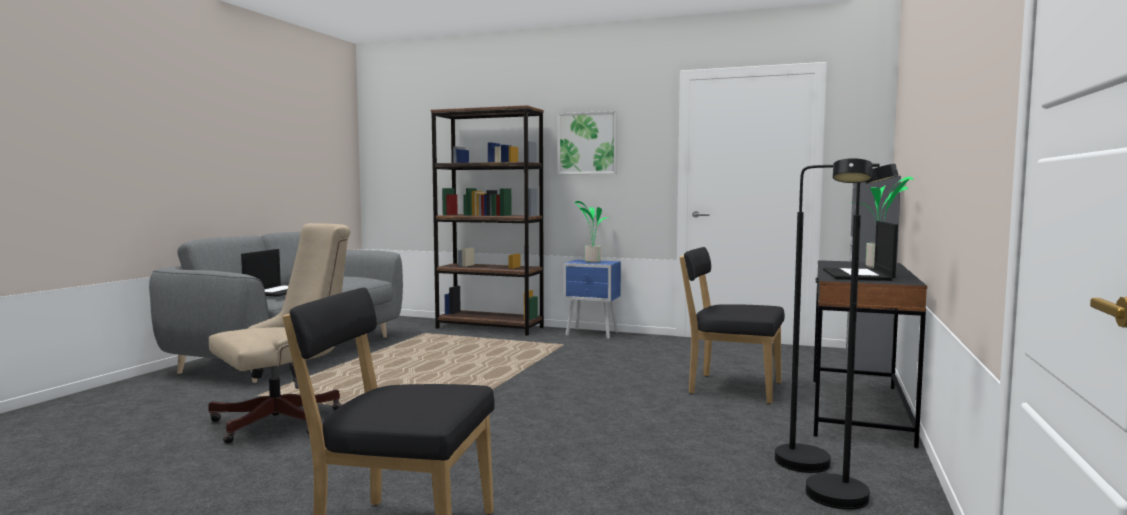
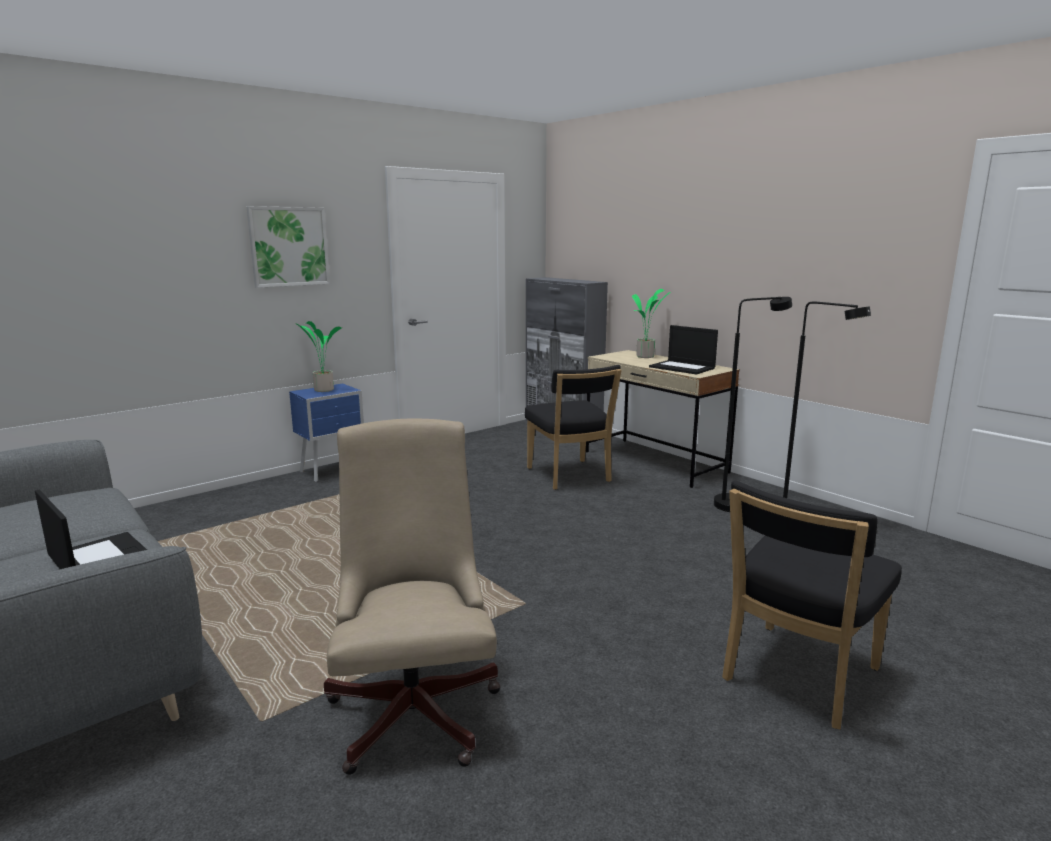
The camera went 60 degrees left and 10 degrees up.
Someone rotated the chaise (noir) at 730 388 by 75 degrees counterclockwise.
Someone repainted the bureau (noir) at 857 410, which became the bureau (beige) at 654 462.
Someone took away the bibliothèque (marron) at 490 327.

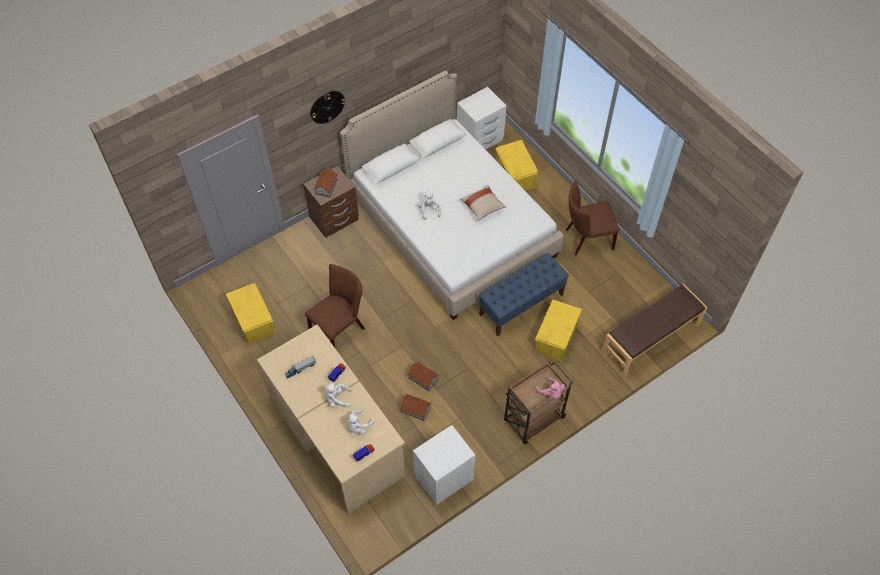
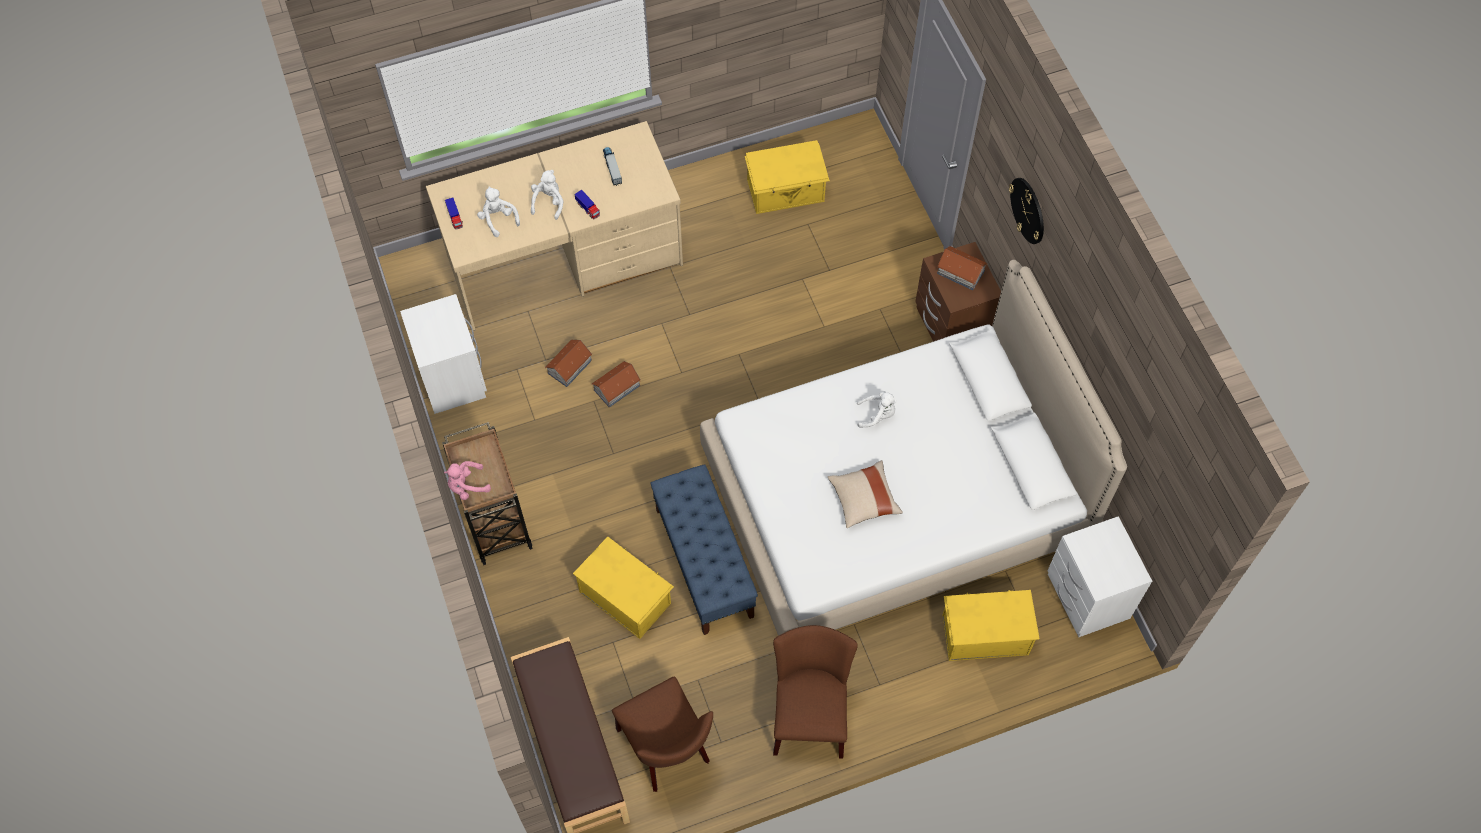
The camera went 105 degrees right and 5 degrees up.
Someone carried the chaise (marron) from 340 328 to 667 749.

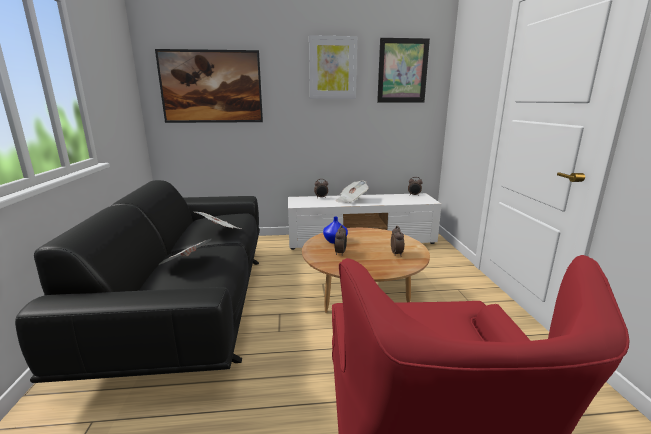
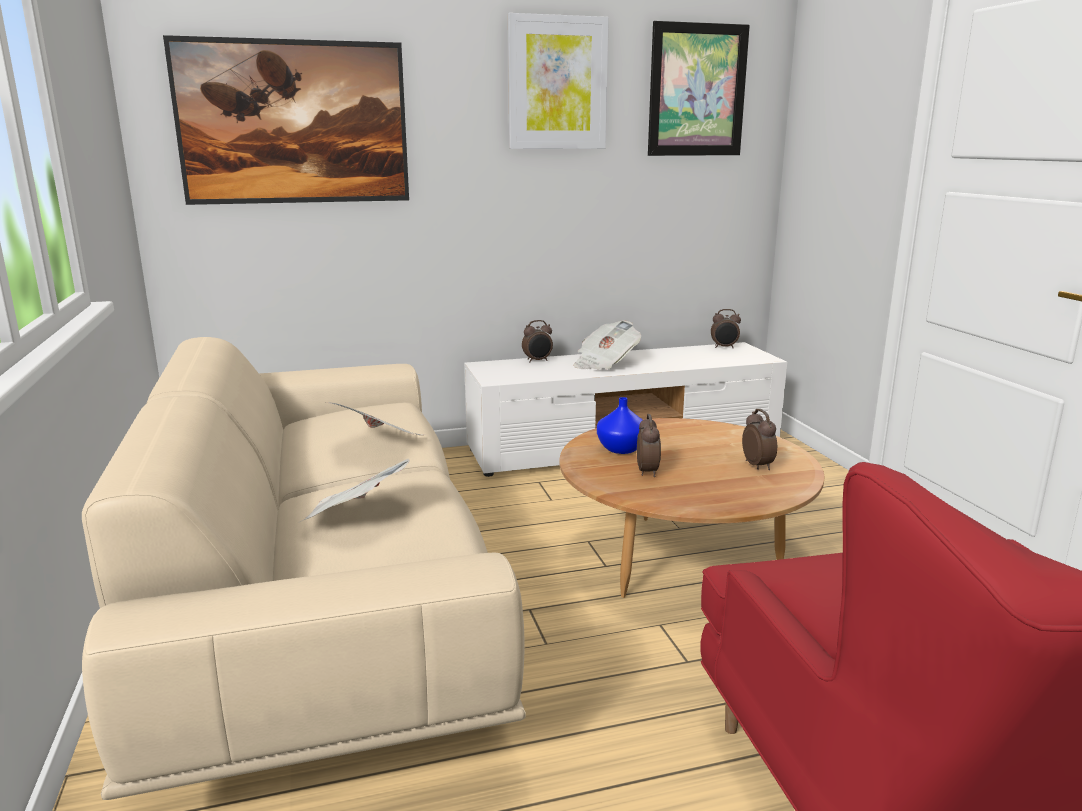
The camera went 10 degrees left and 0 degrees up.
Someone repainted the canapé (noir) at 191 303, which became the canapé (beige) at 324 607.

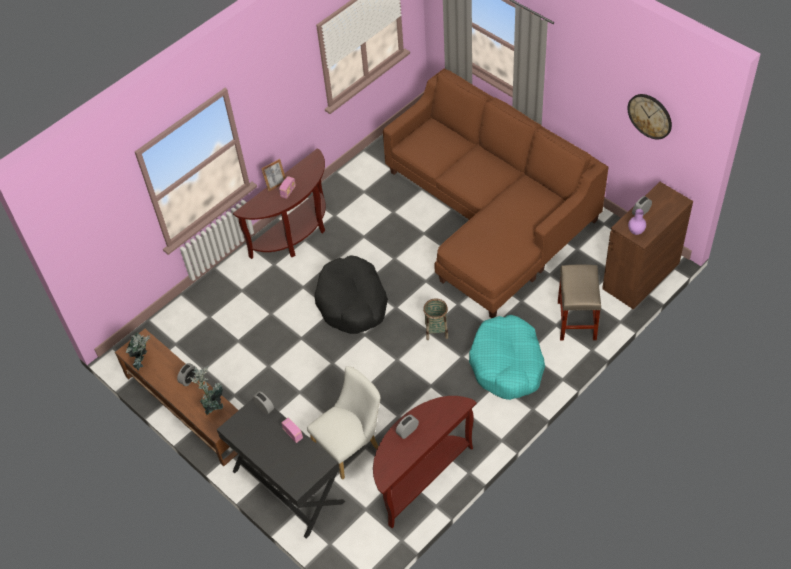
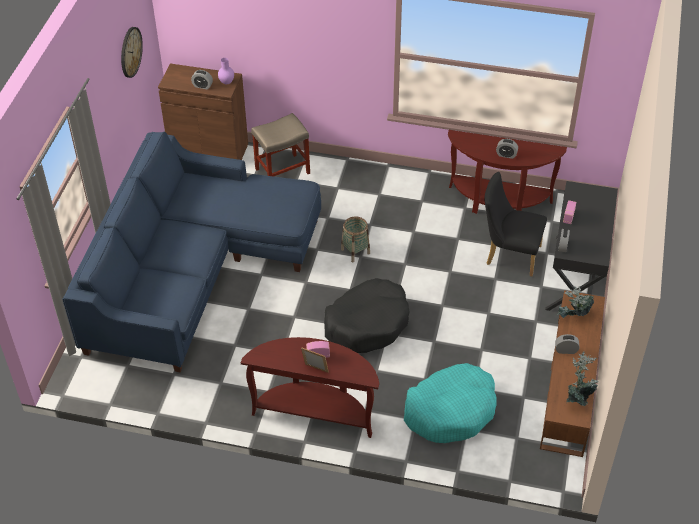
The camera went 125 degrees left and 5 degrees down.
Someone repainted the canapé (marron) at 489 214, which became the canapé (bleu) at 194 271.
Someone carried the panier pour chien (turquoise) from 507 364 to 450 410.
Someone repainted the chaise (blanc) at 350 446, which became the chaise (noir) at 509 255.

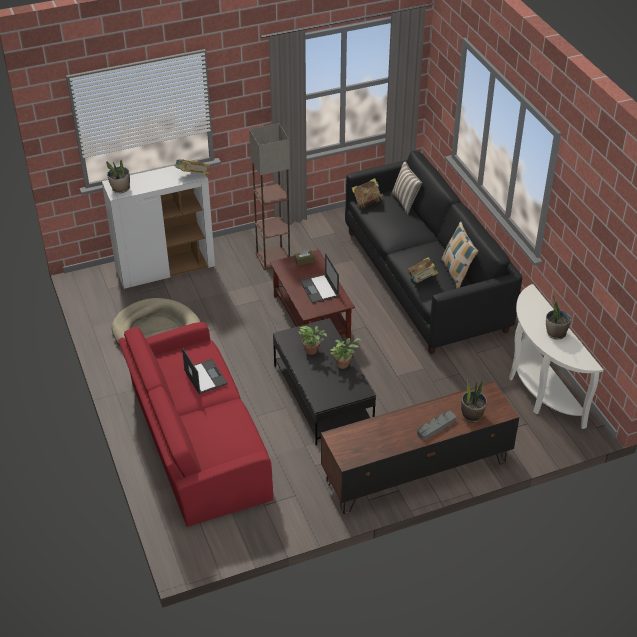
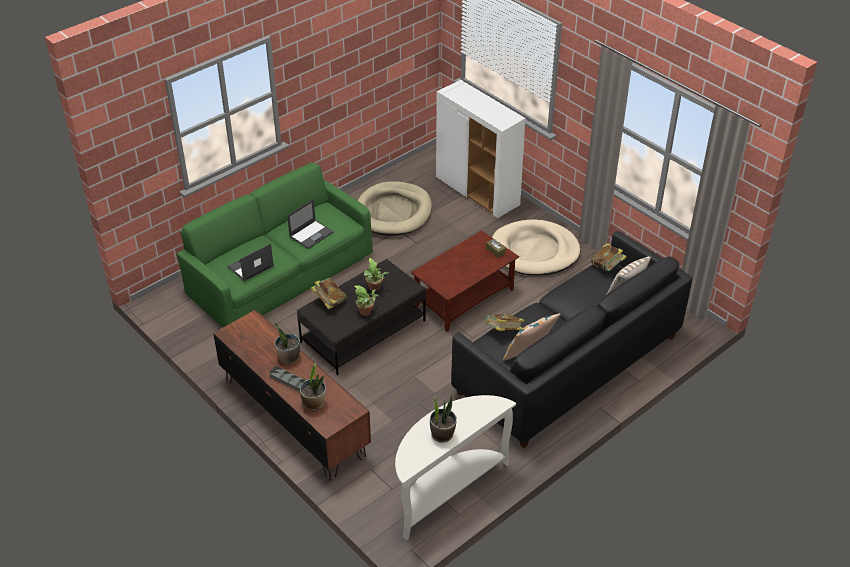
The camera went 70 degrees right and 0 degrees up.
Someone repainted the canapé (rouge) at 196 439, which became the canapé (vert) at 279 270.
Someone carried the ordinateur portable from 319 289 to 250 266.
Someone carried the plante en pot from 120 189 to 289 357.
Someone carried the livre from 192 176 to 329 301.
Someone swapped the lampadaire at 273 258 for the panier pour chien (beige) at 535 251.

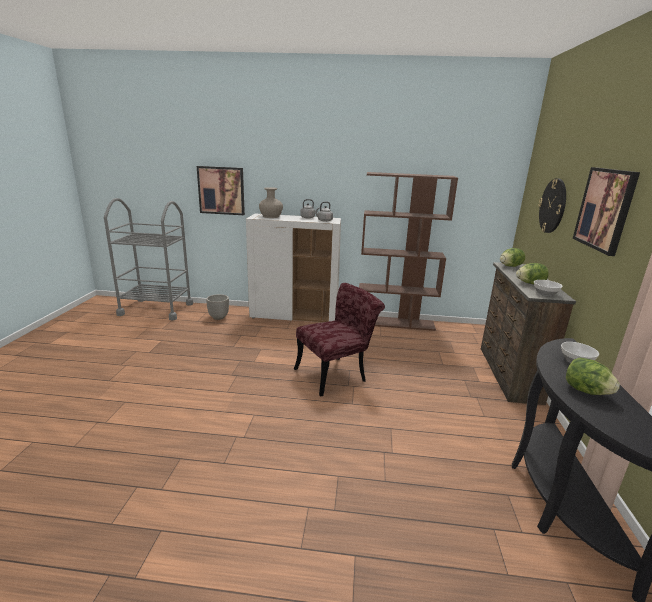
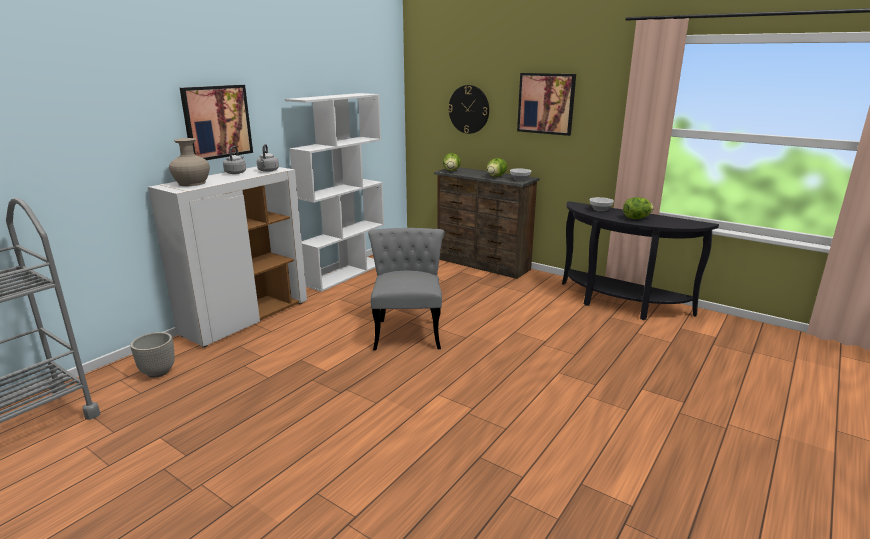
The camera went 60 degrees left and 0 degrees up.
Someone carried the tableau from 221 190 to 217 122.
Someone repainted the bibliothèque (marron) at 395 323, which became the bibliothèque (blanc) at 345 273.
Someone repainted the chaise (rouge) at 336 373, which became the chaise (gris) at 408 330.

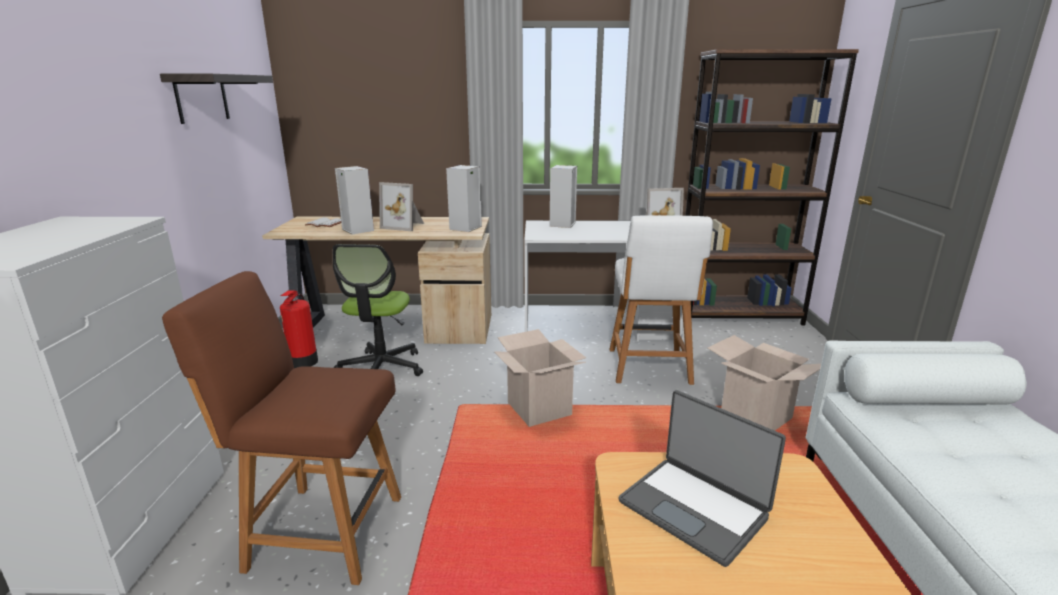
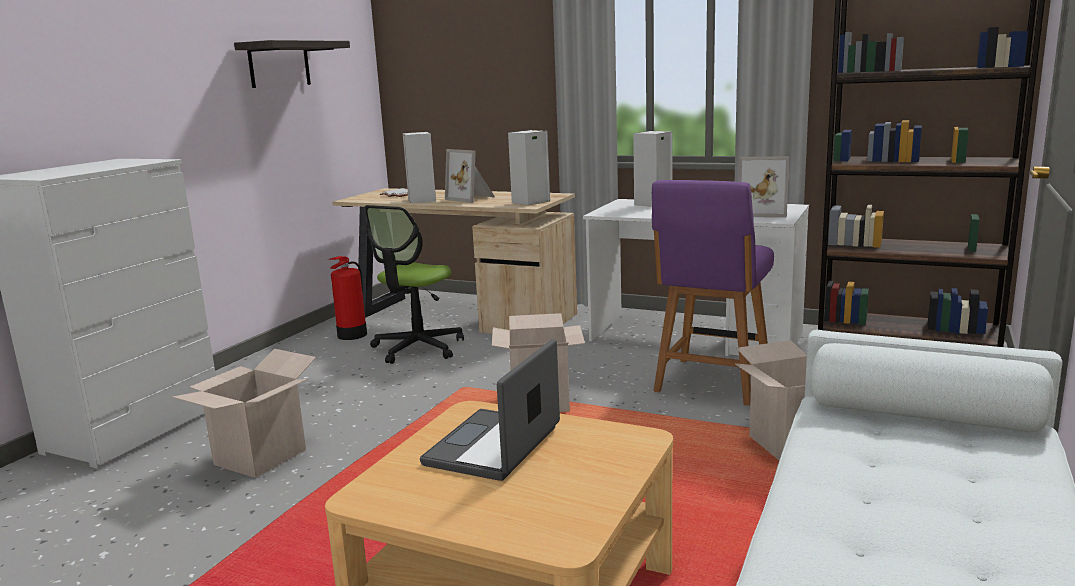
The camera went 25 degrees right and 5 degrees down.
Someone swapped the chaise (marron) at 321 531 for the carton at 260 457.
Someone rotated the ordinateur portable at 694 508 by 45 degrees clockwise.
Someone repainted the chaise (blanc) at 649 368, which became the chaise (violet) at 711 383.

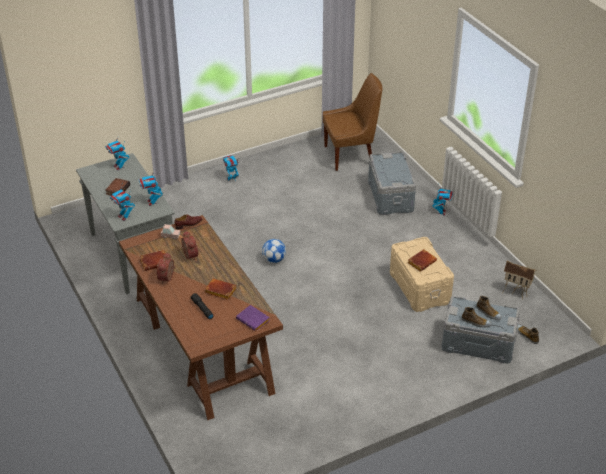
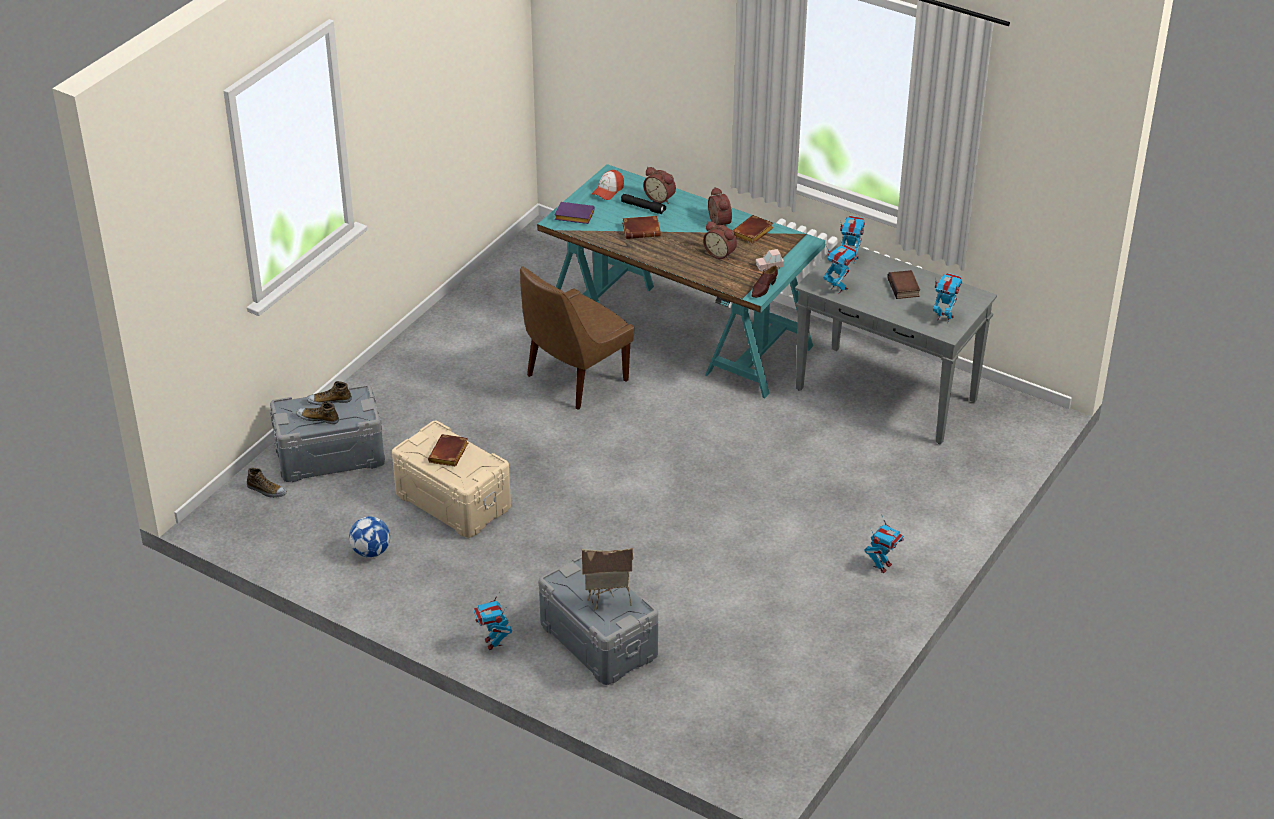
The camera went 150 degrees right and 0 degrees up.
Someone carried the ballon de foot from 274 259 to 371 552.
Someone carried the chaise (marron) from 351 155 to 574 379.
Someone repainted the bureau (marron) at 201 345, which became the bureau (turquoise) at 679 329.
Someone carried the maison miniature from 516 292 to 608 602.
Someone put down the casquette at 608 191.
Someone put down the réveil at 660 198.

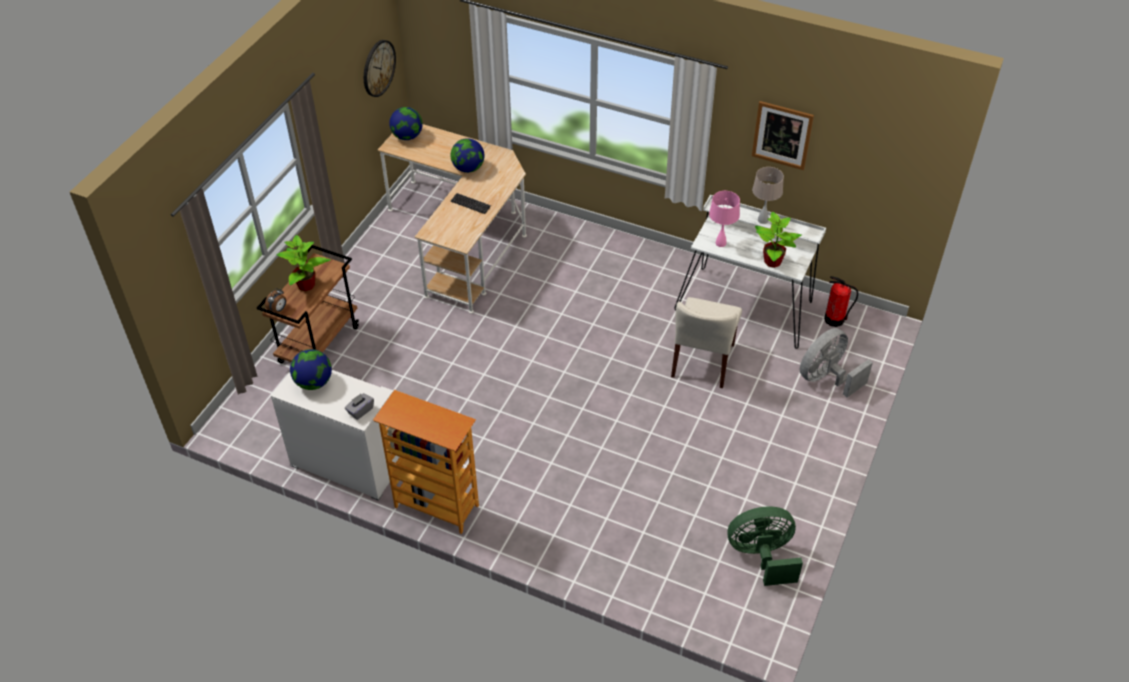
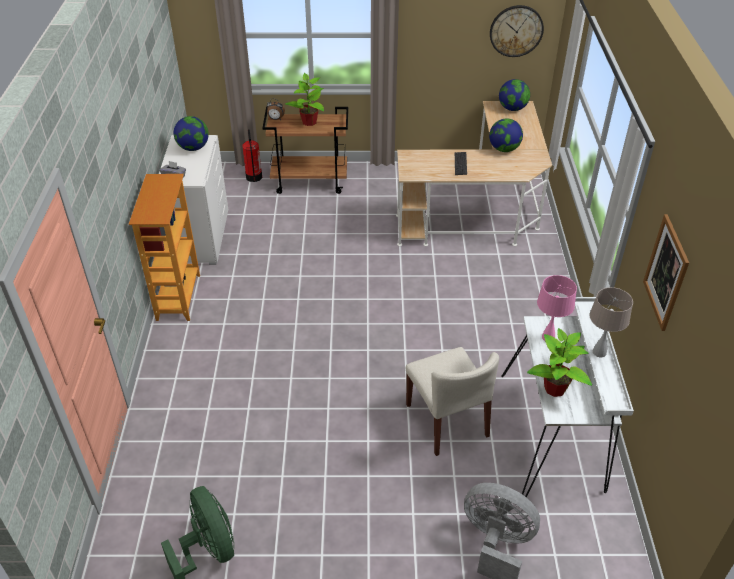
The camera went 65 degrees right and 5 degrees down.
Someone carried the extincteur from 834 319 to 254 177.
Someone rotated the chaise (beige) at 703 361 by 105 degrees counterclockwise.

